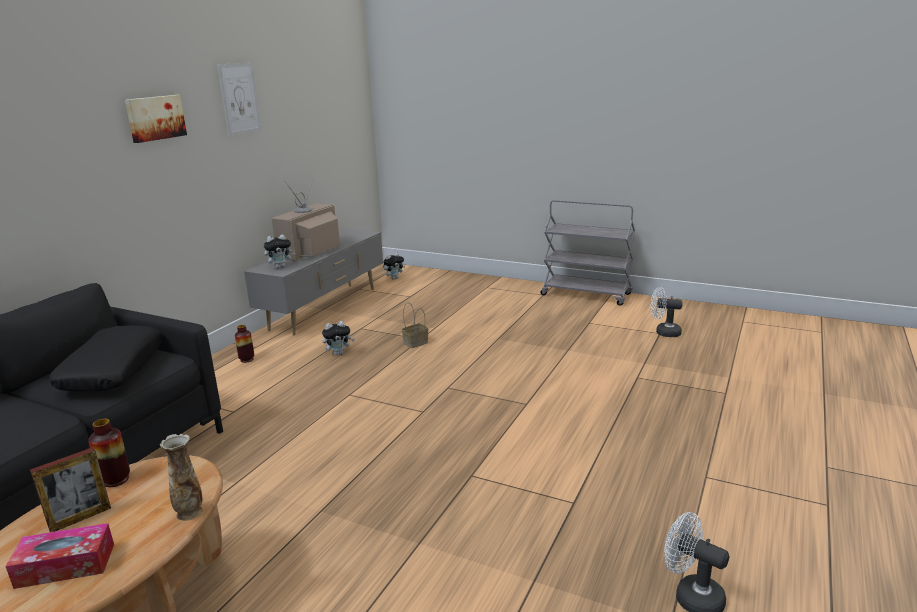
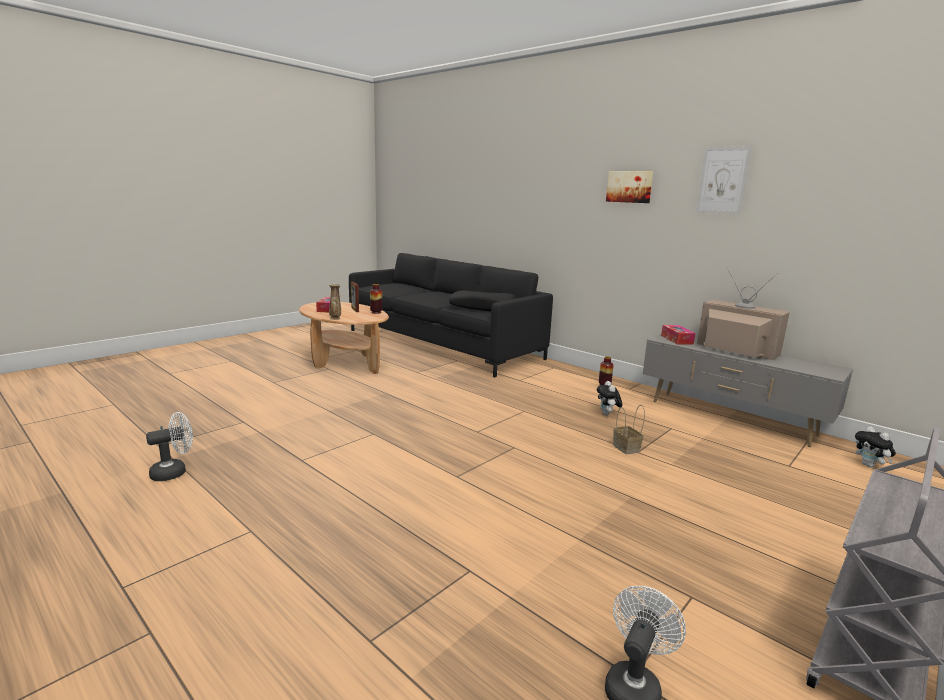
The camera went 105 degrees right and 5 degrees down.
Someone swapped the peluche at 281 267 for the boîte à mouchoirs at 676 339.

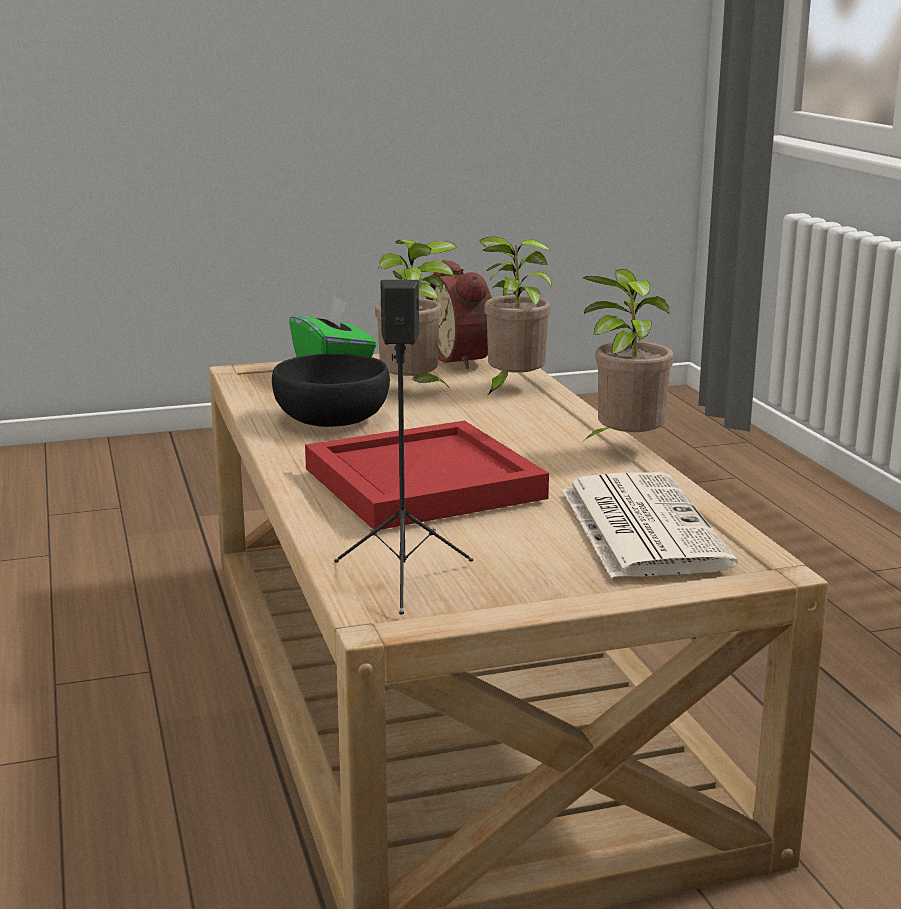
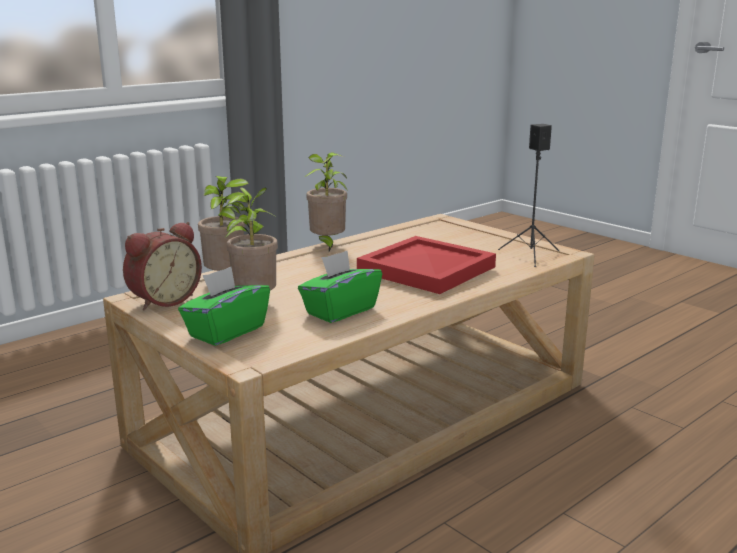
The camera went 115 degrees left and 0 degrees up.
Someone swapped the bol (noir) at 330 419 for the boîte à mouchoirs (vert) at 340 311.
Someone took away the journal at 639 526.

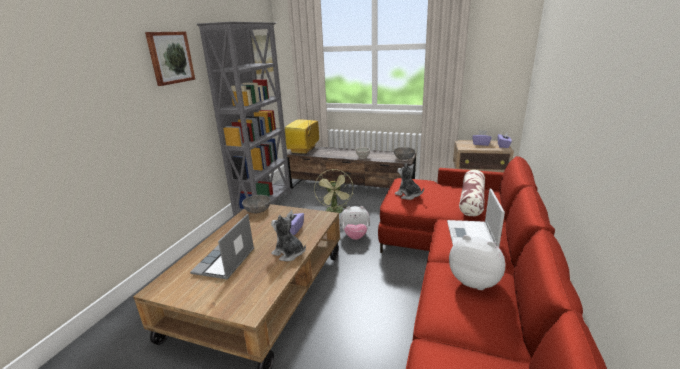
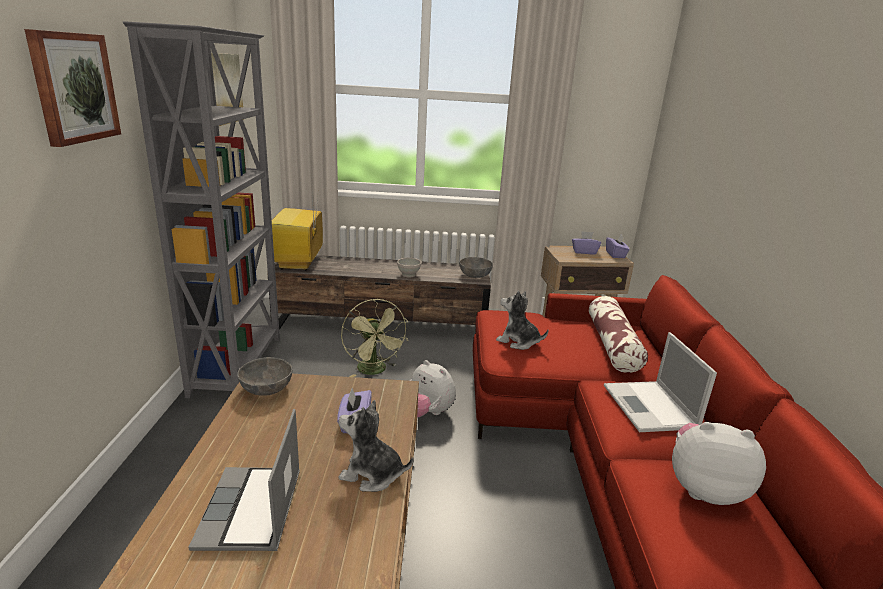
The camera went 20 degrees left and 0 degrees up.
Someone rotated the peluche at 355 236 by 60 degrees clockwise.

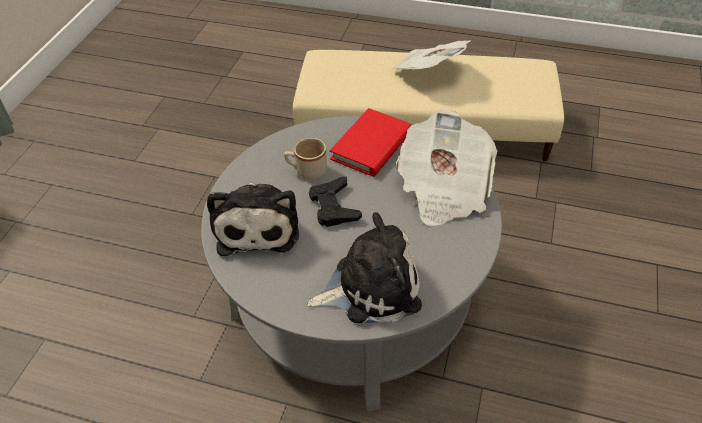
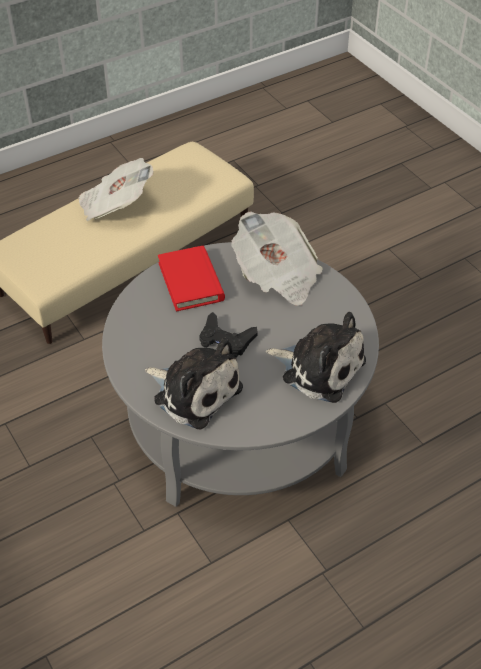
The camera went 50 degrees left and 0 degrees up.
Someone rotated the peluche at 371 286 by 90 degrees clockwise.
Someone took away the mug (beige) at 307 171.

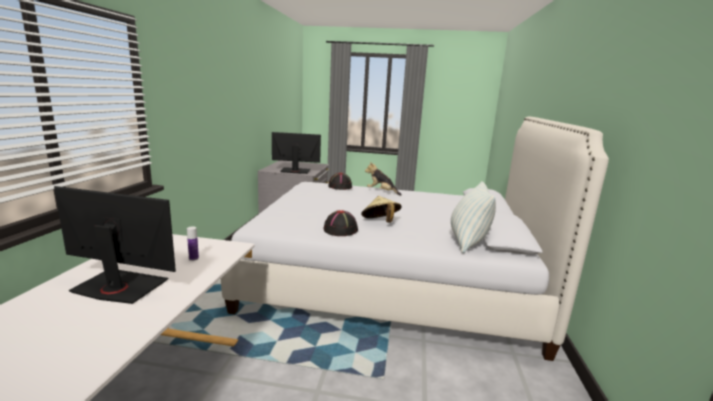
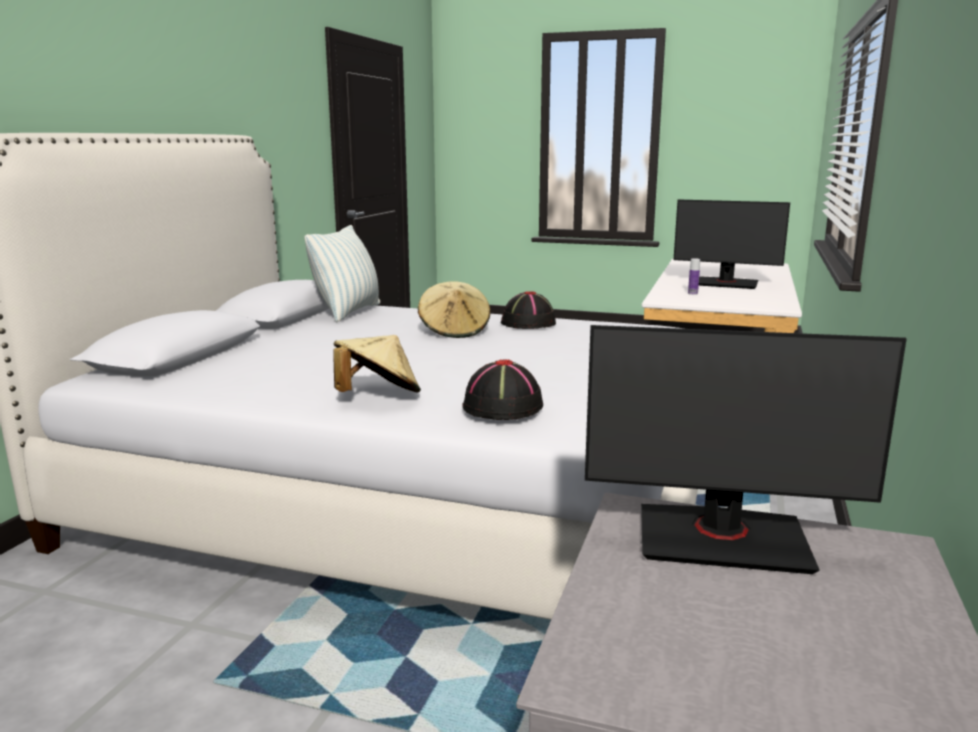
The camera went 170 degrees left and 0 degrees up.
Someone swapped the peluche at 381 192 for the chapeau (beige) at 377 397.

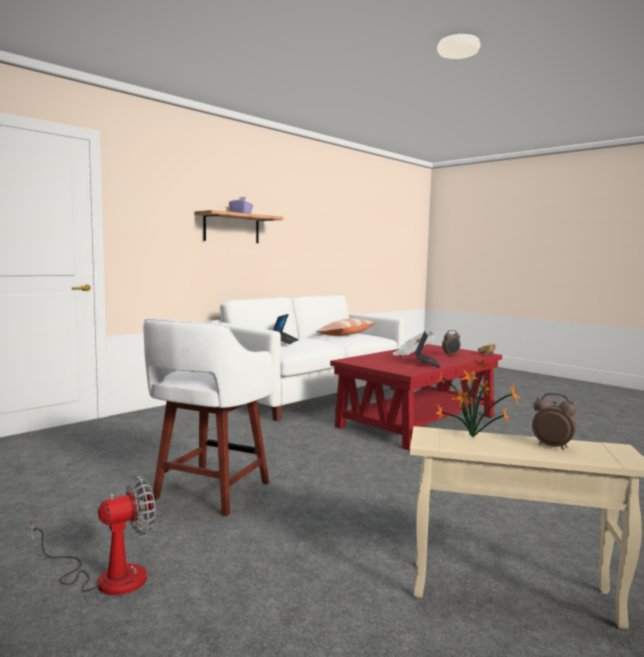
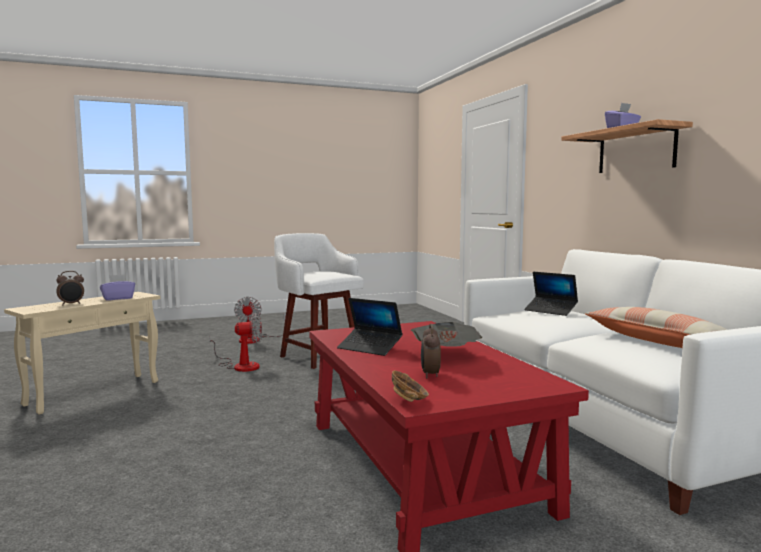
The camera went 115 degrees right and 0 degrees up.
Someone swapped the plante en pot at 474 438 for the boîte à mouchoirs (violet) at 118 298.
Someone put down the ventilateur at 240 366.

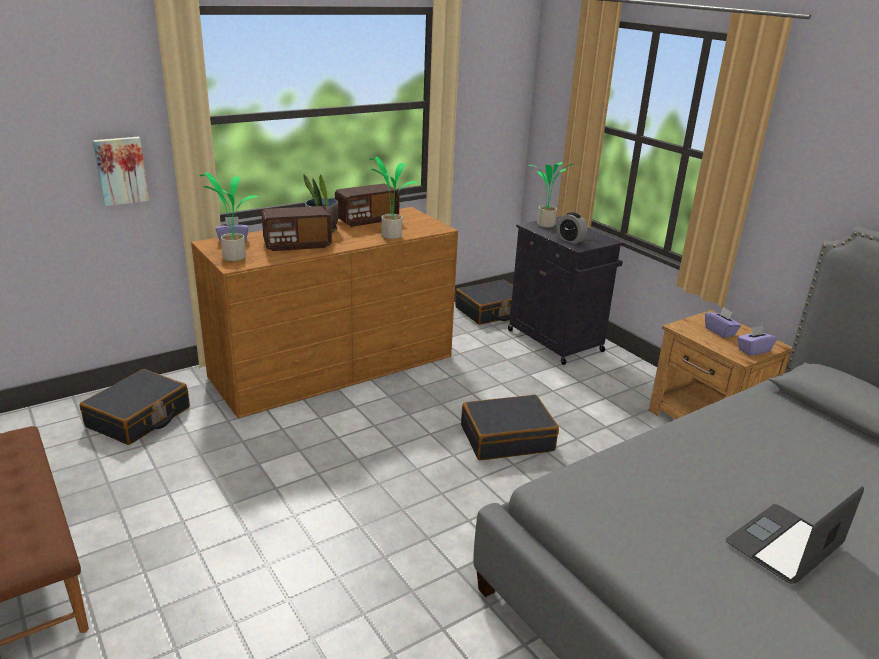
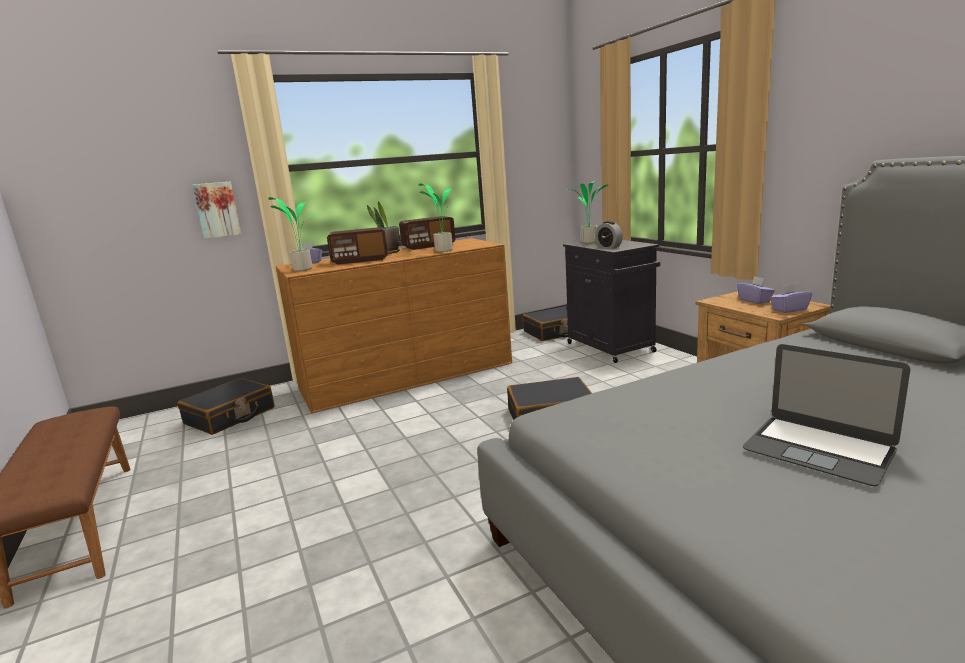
The camera went 10 degrees right and 10 degrees down.
Someone rotated the ordinateur portable at 784 544 by 105 degrees counterclockwise.

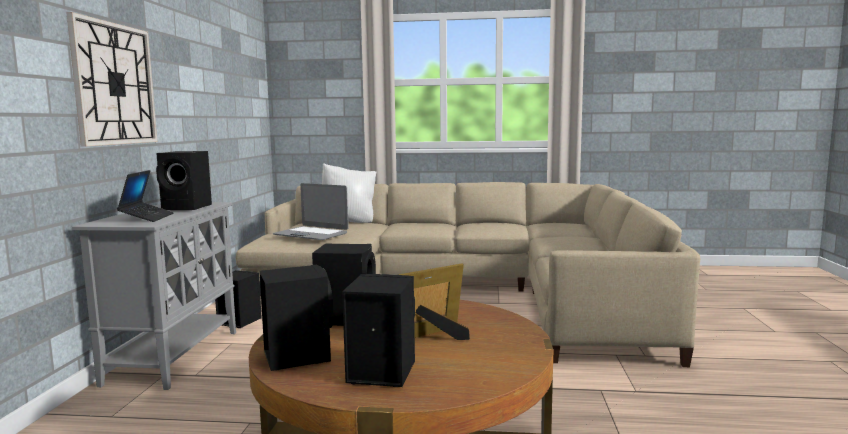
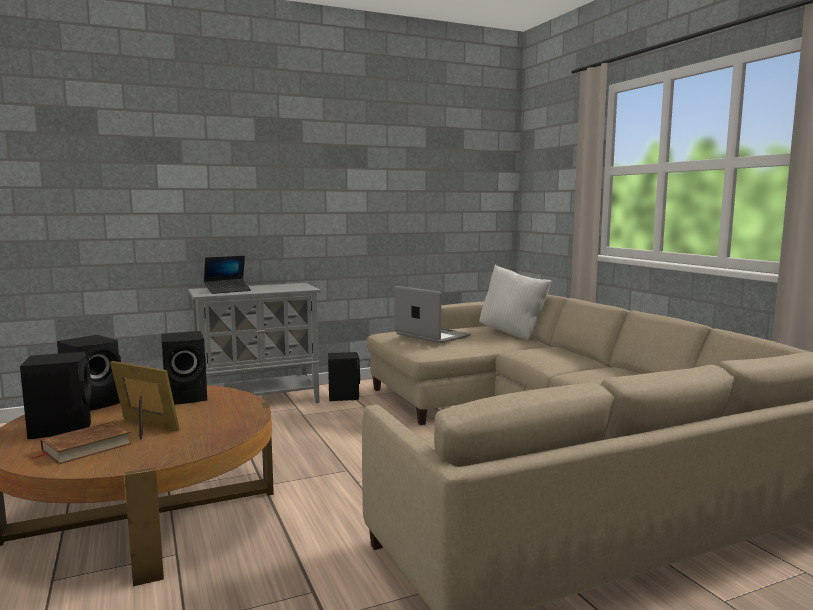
The camera went 60 degrees right and 0 degrees up.
Someone put down the livre (marron) at 86 447.
Someone rotated the ordinateur portable at 311 234 by 135 degrees clockwise.
Someone took away the horloge murale at 114 84.
Someone took away the enceinte (noir) at 188 207.

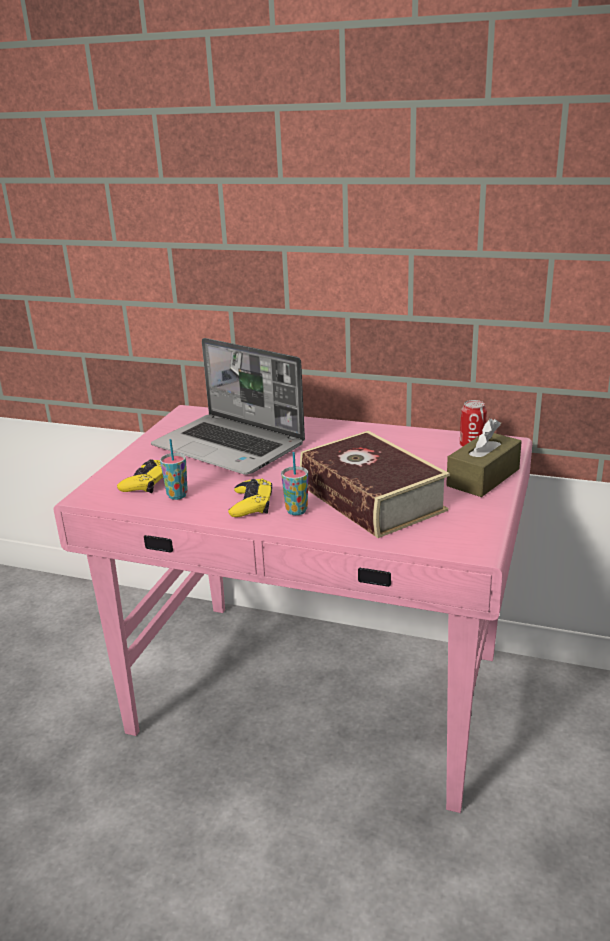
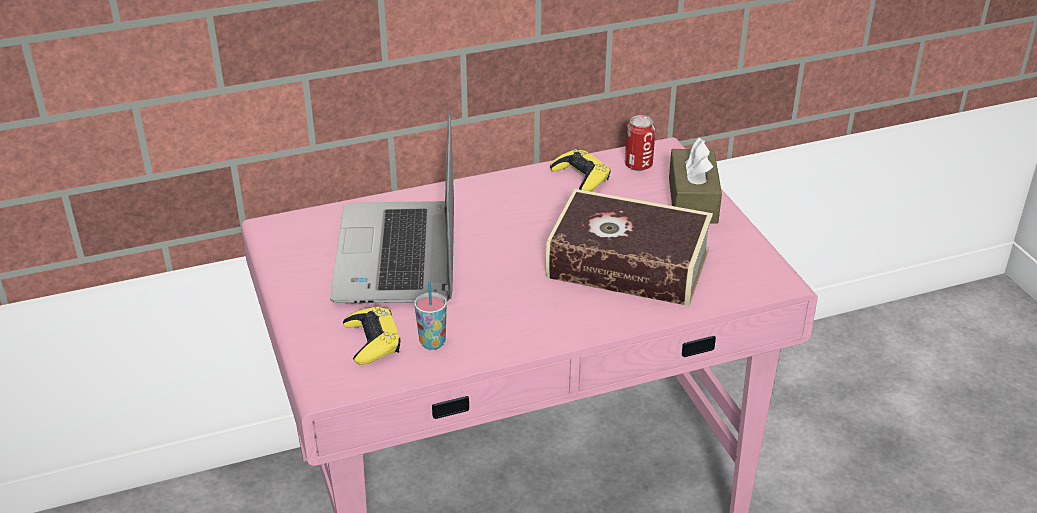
The camera went 40 degrees left and 10 degrees up.
Someone rotated the ordinateur portable at 231 447 by 90 degrees clockwise.
Someone carried the manette (jaune) from 251 504 to 581 177.
Someone took away the tasse at 296 511.

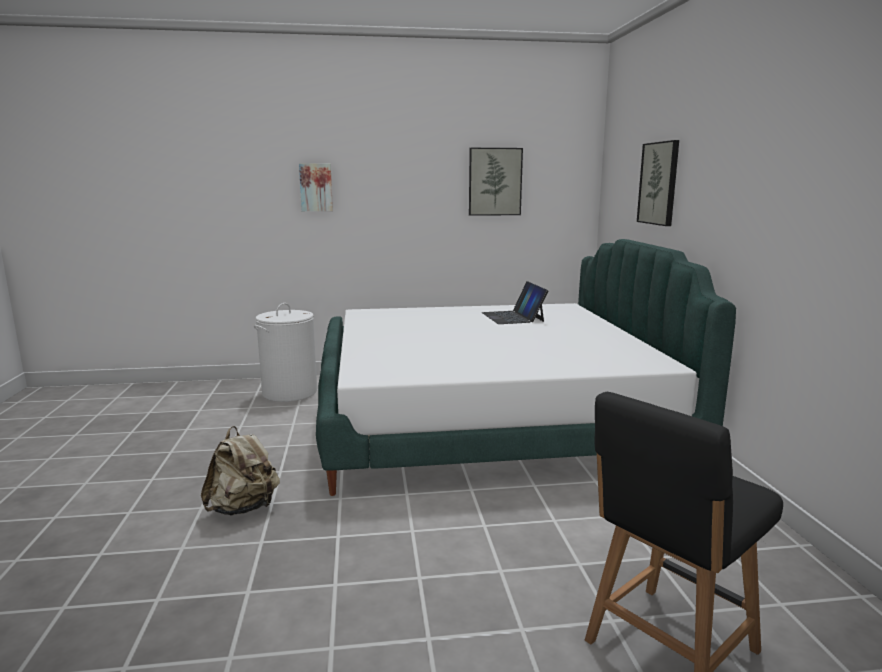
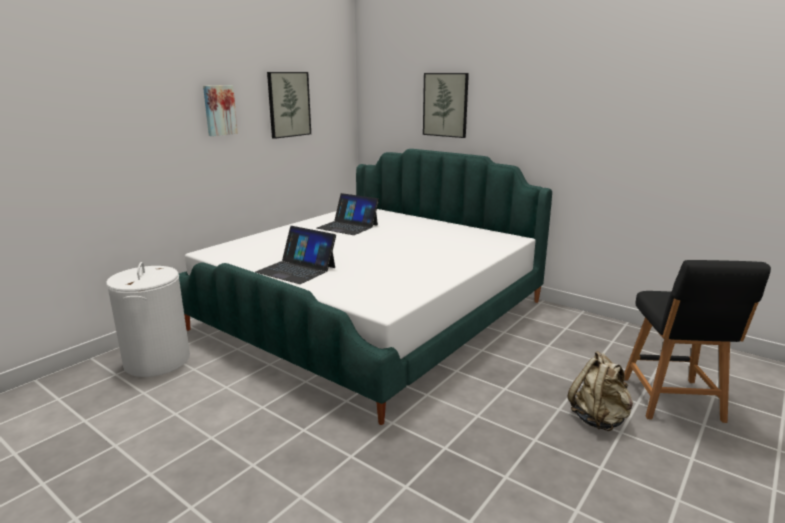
The camera went 45 degrees left and 5 degrees up.
Someone carried the tableau from 316 187 to 219 110.
Someone put down the ordinateur portable at 296 269.
Someone carried the sac à dos (beige) from 244 508 to 598 418.

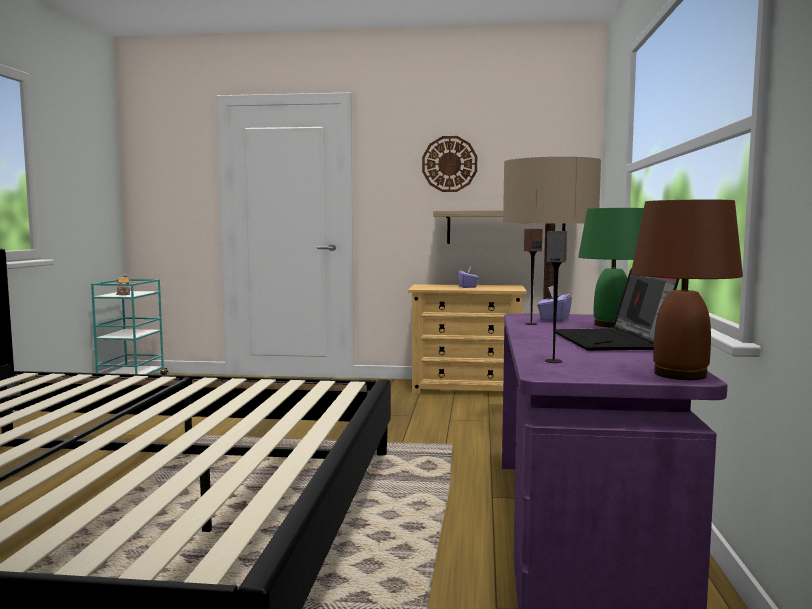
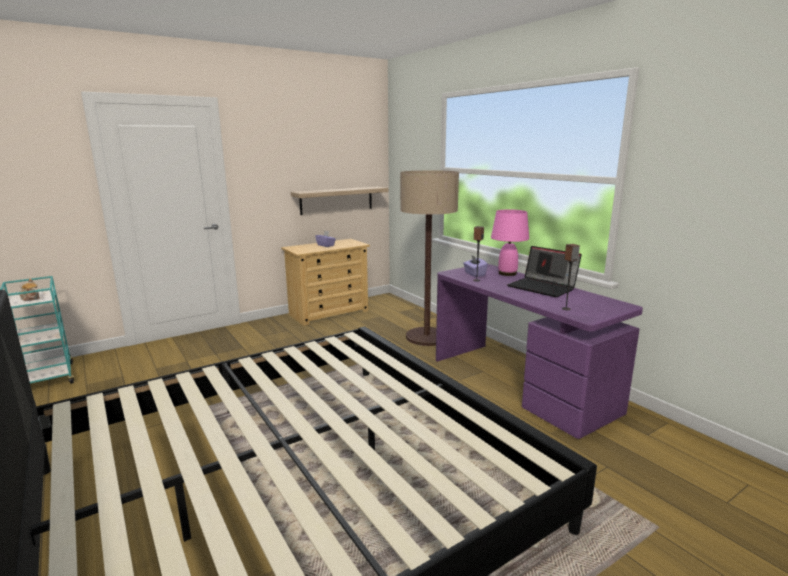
The camera went 40 degrees left and 10 degrees up.
Someone repainted the lampe de table (vert) at 610 325, which became the lampe de table (rose) at 507 273.
Someone took away the horloge murale at 449 164.
Someone took away the lampe de table (marron) at 681 374.

